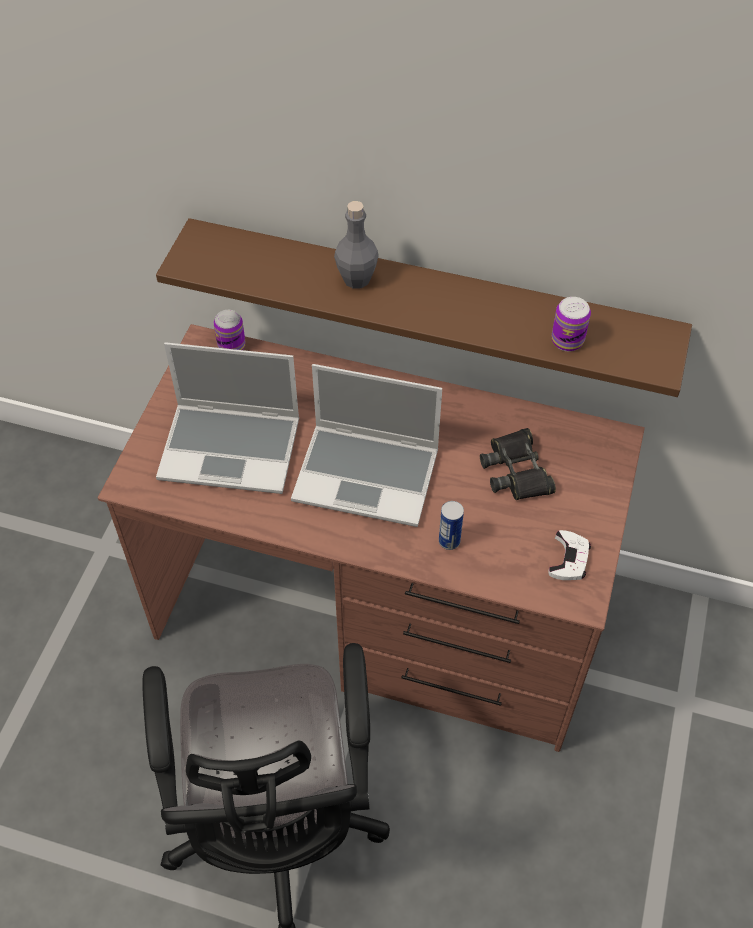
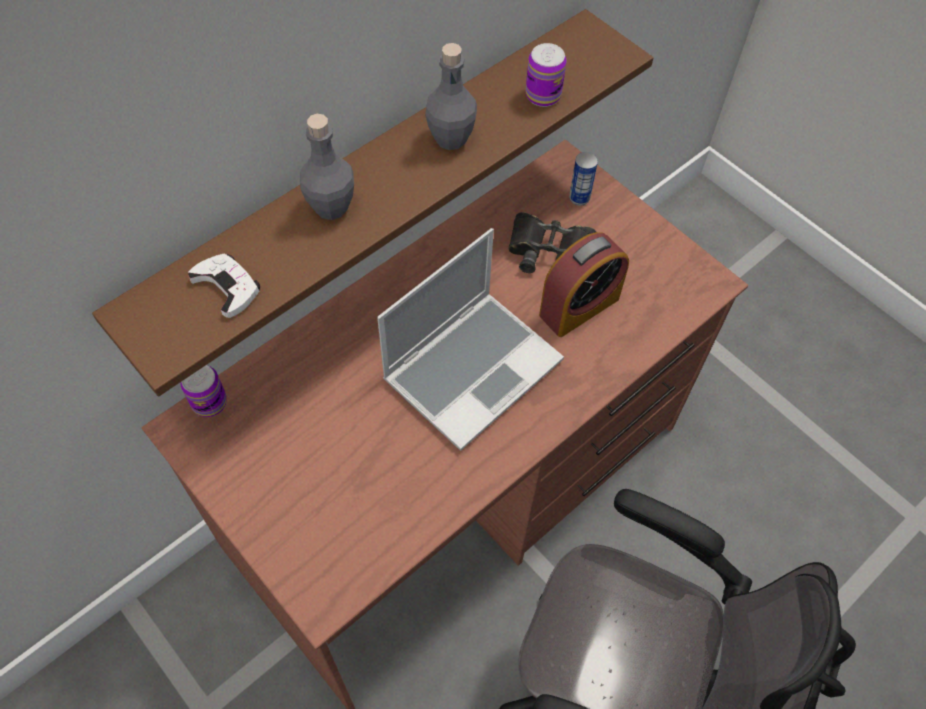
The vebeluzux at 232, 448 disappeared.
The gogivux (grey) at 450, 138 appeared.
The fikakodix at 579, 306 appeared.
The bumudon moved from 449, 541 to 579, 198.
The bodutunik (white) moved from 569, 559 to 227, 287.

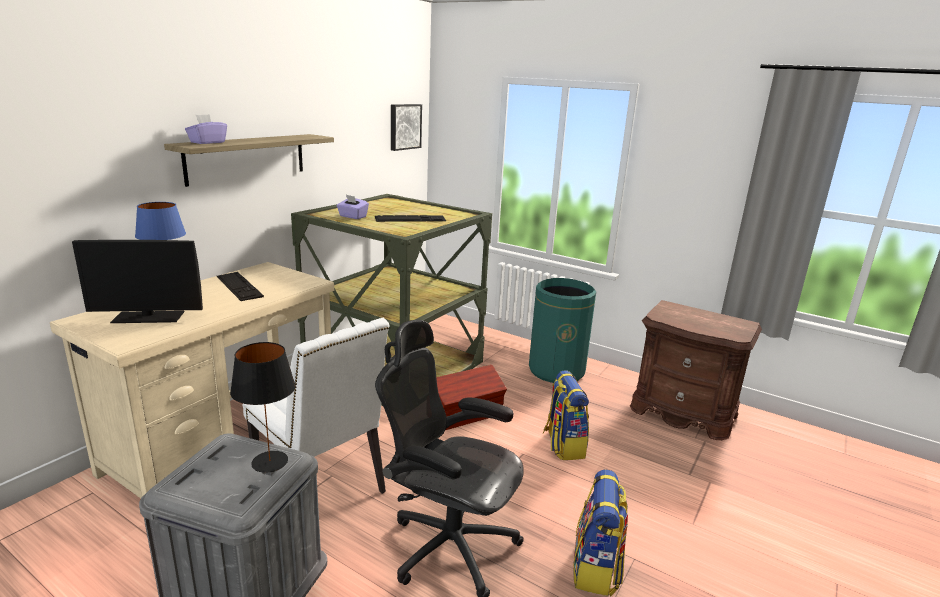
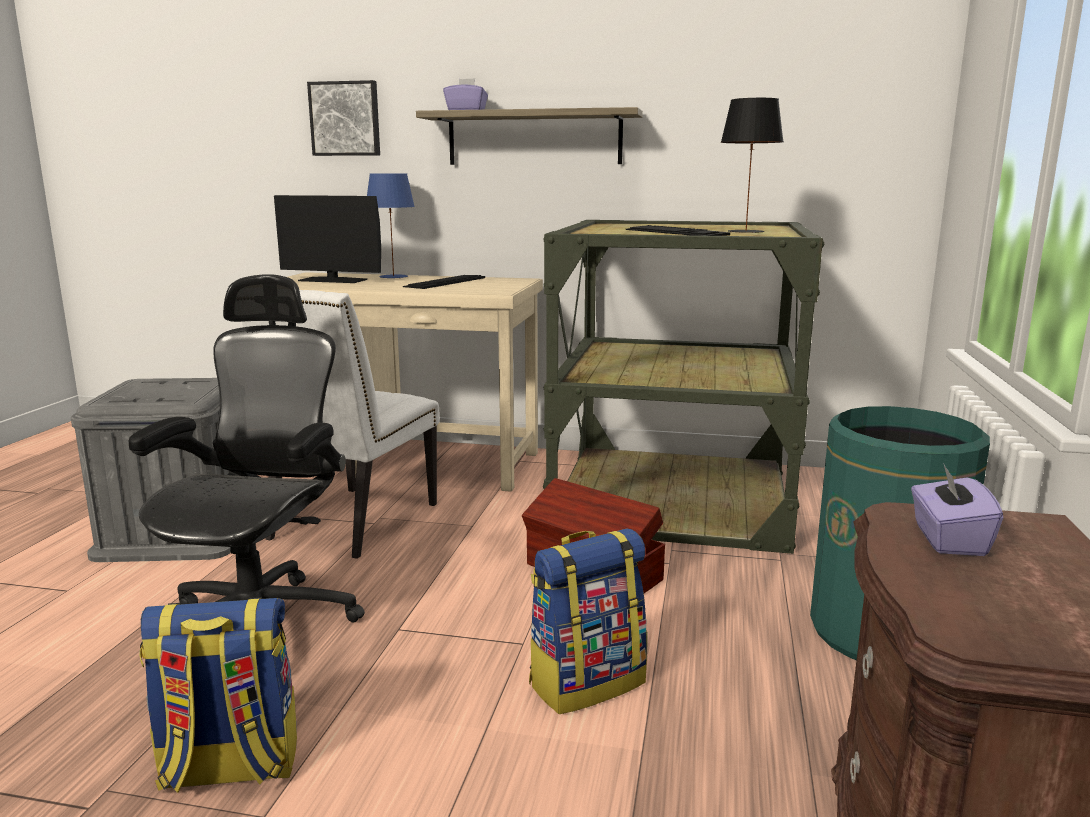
The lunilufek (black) moved from 270, 461 to 746, 231.
The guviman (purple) moved from 352, 216 to 948, 539.
The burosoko moved from 404, 126 to 345, 119.
The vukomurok at 148, 317 turned 45 degrees counterclockwise.

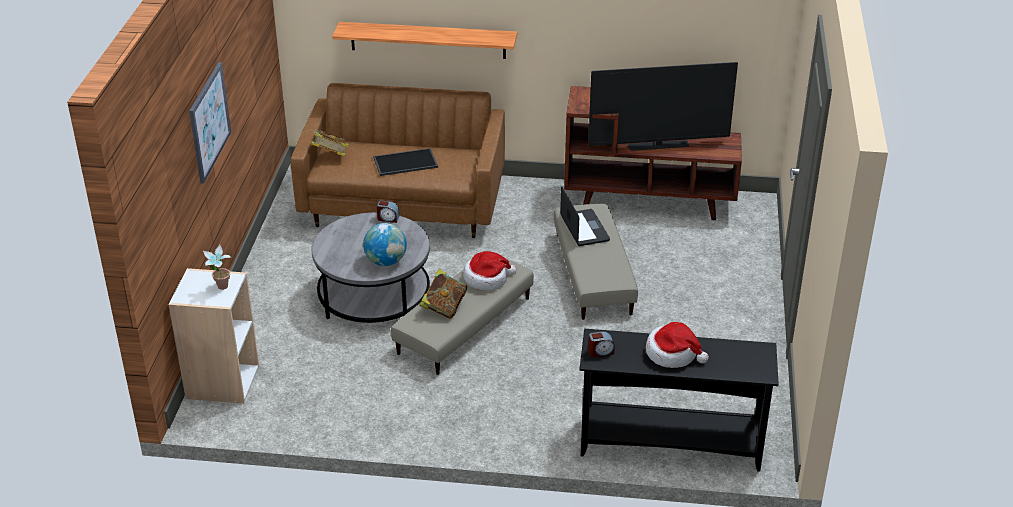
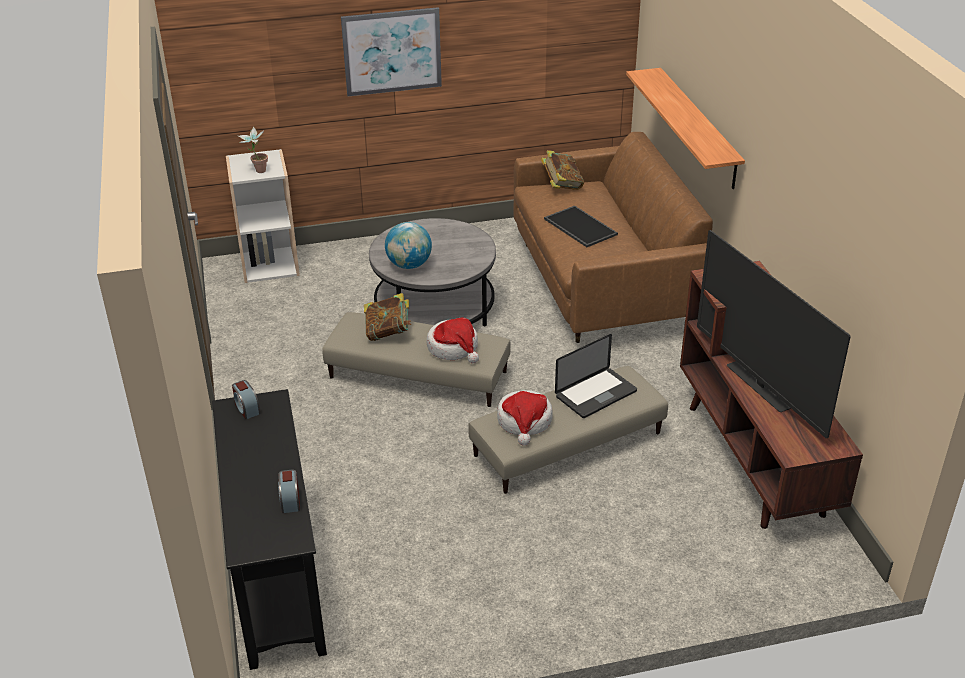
The fikakodix moved from 388, 218 to 290, 501.
The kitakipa moved from 673, 354 to 524, 422.

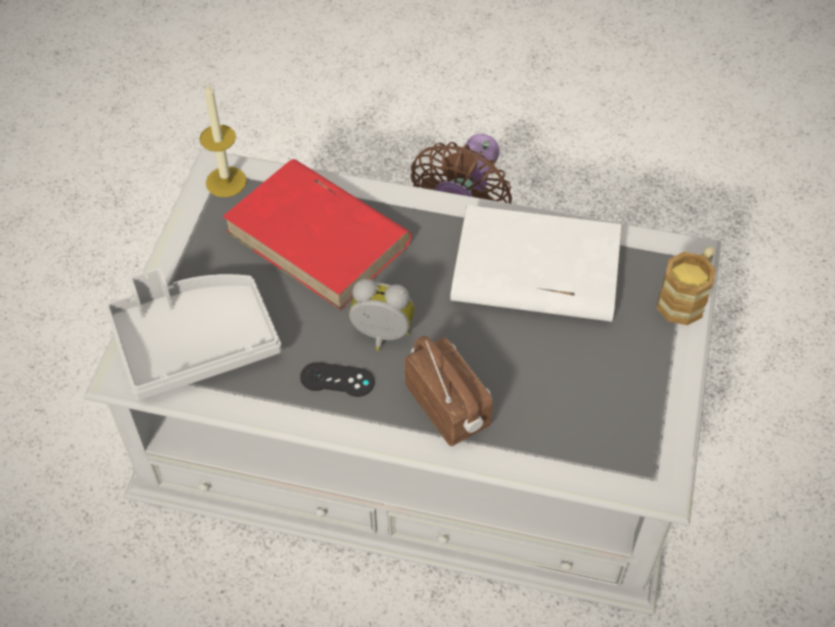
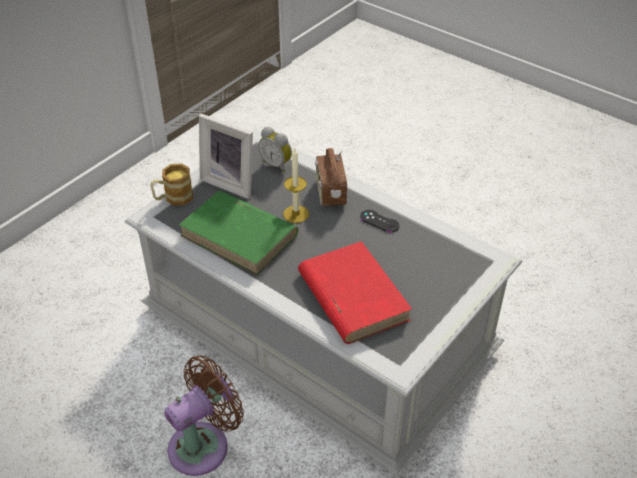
The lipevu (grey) at 195, 342 disappeared.
The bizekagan at 231, 182 appeared.
The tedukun moved from 226, 182 to 296, 214.
The fikakodix moved from 381, 337 to 277, 164.
The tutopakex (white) at 534, 271 became the tutopakex (green) at 240, 236.

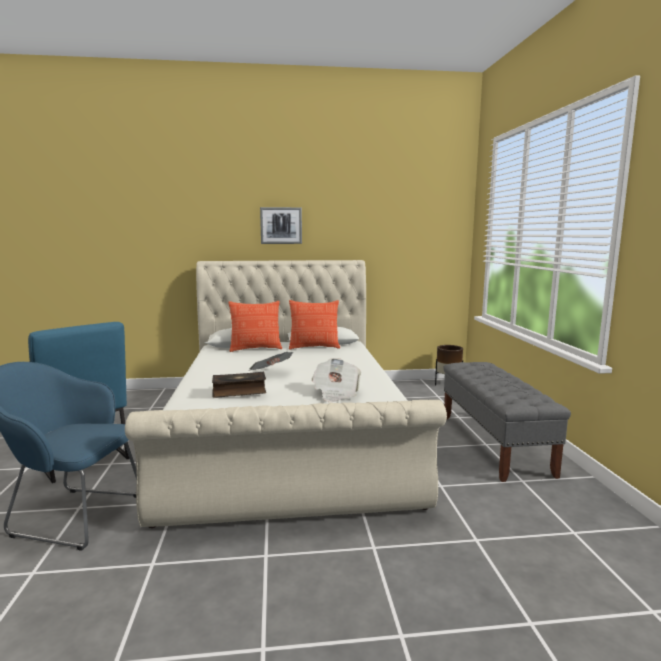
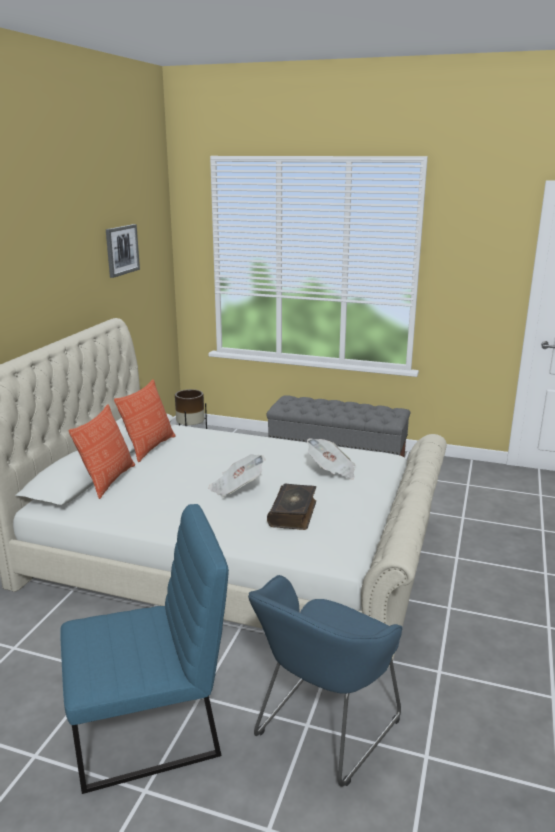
The burosoko moved from 281, 225 to 121, 250.

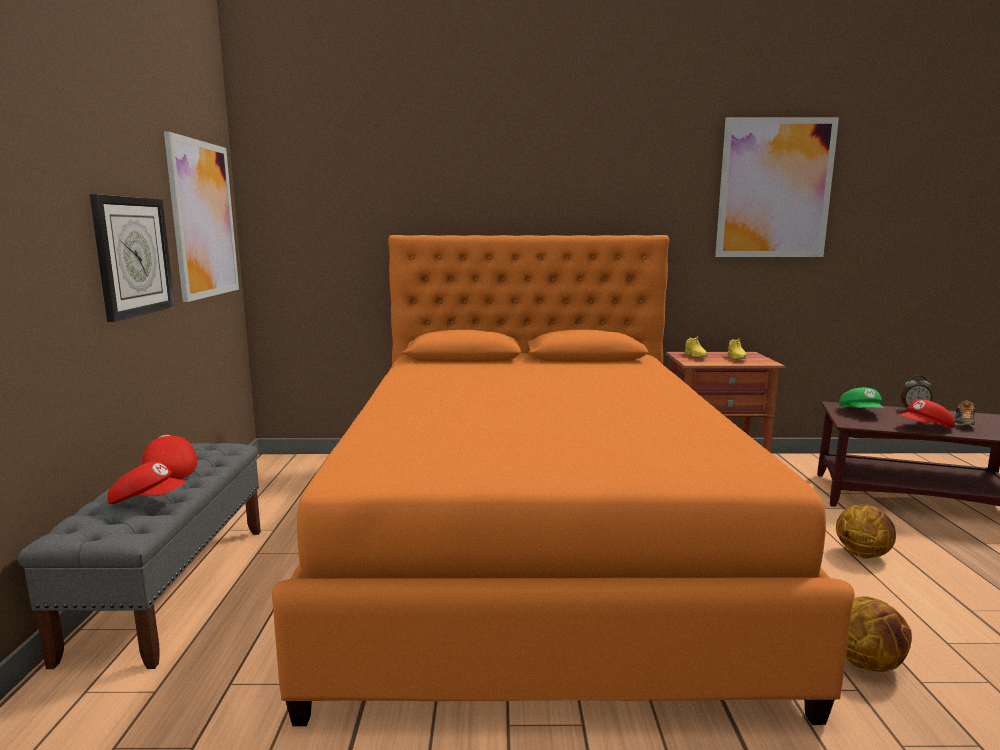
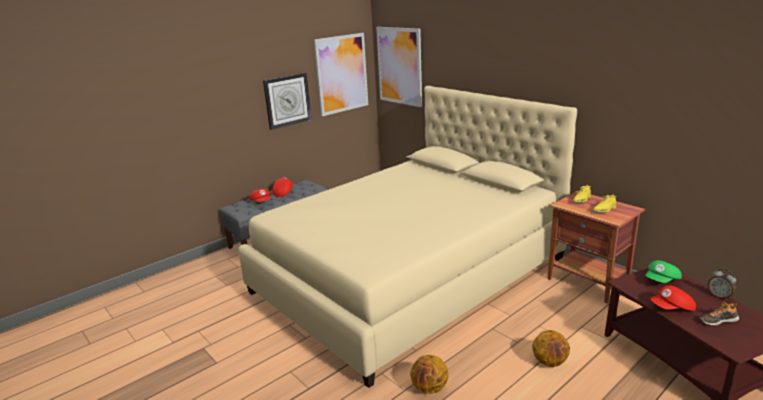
The burosoko moved from 774, 189 to 399, 66.
The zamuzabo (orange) at 537, 541 became the zamuzabo (beige) at 410, 275.
The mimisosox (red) at 925, 428 turned 45 degrees counterclockwise.

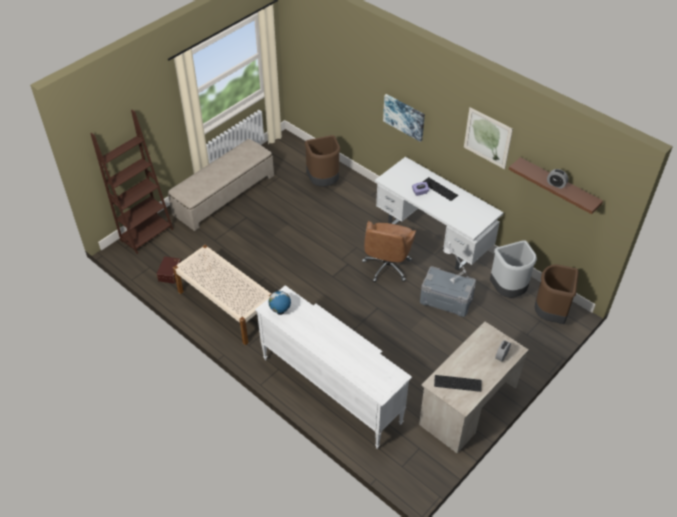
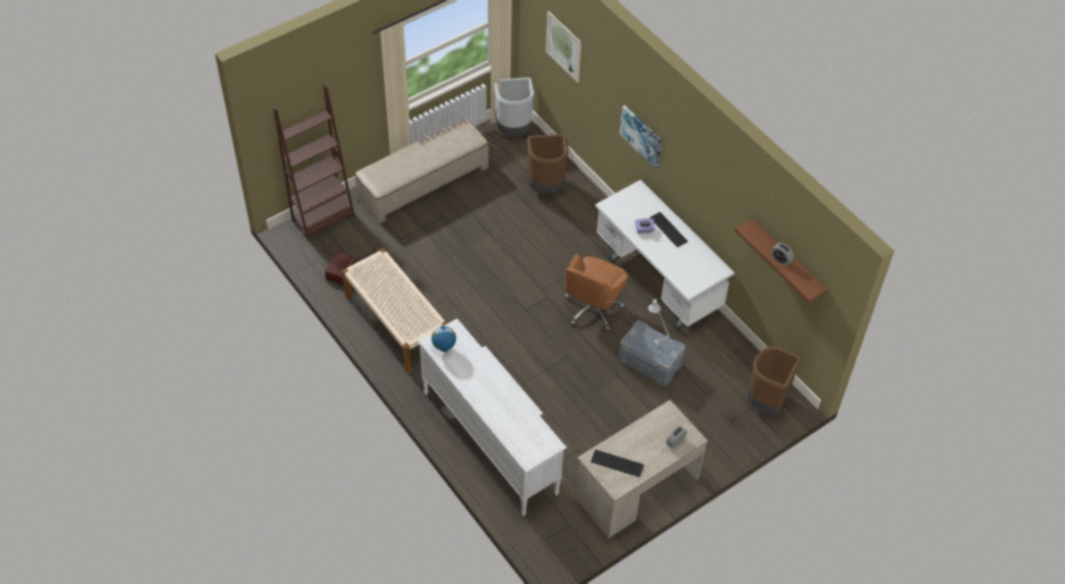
The burosoko moved from 487, 138 to 563, 46.
The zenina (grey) moved from 508, 291 to 513, 130.

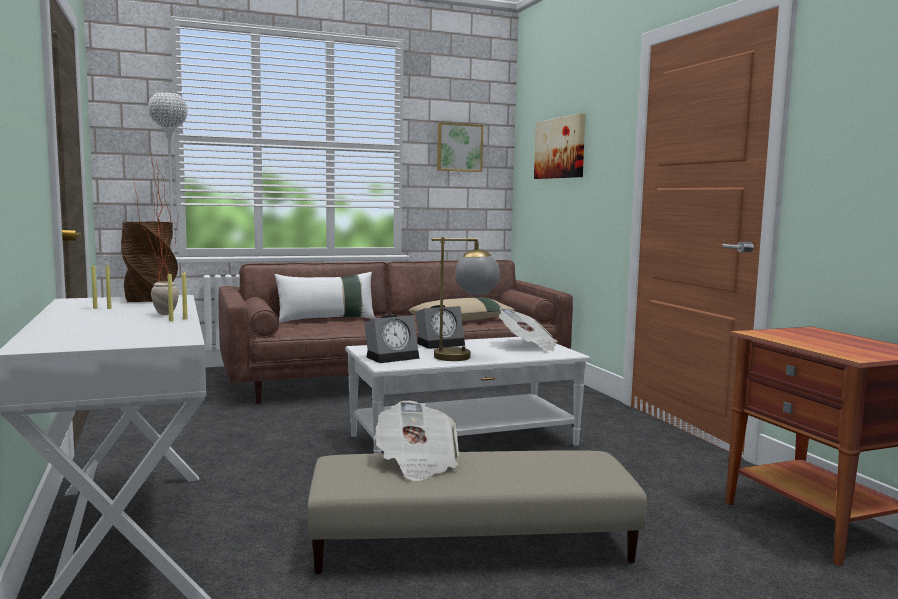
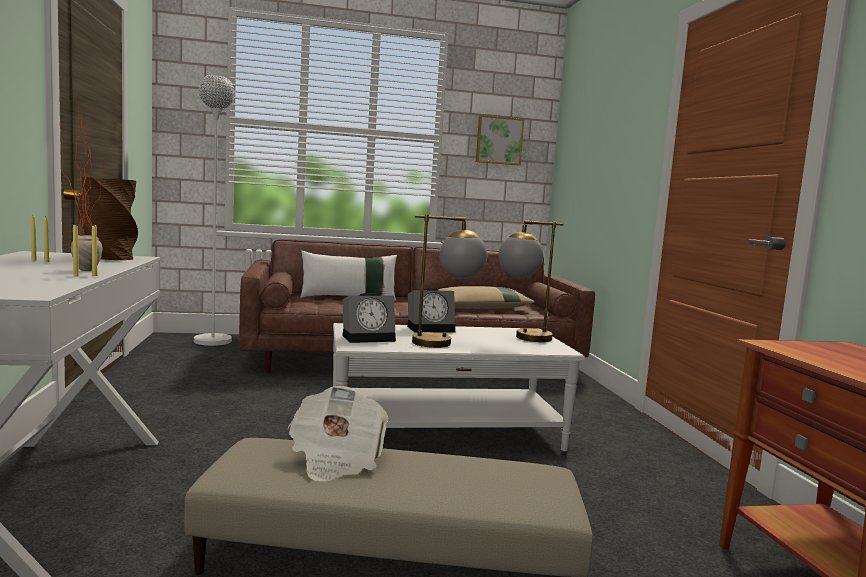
The burosoko at 560, 148 disappeared.
The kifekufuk at 528, 346 was replaced by the lunilufek at 522, 338.

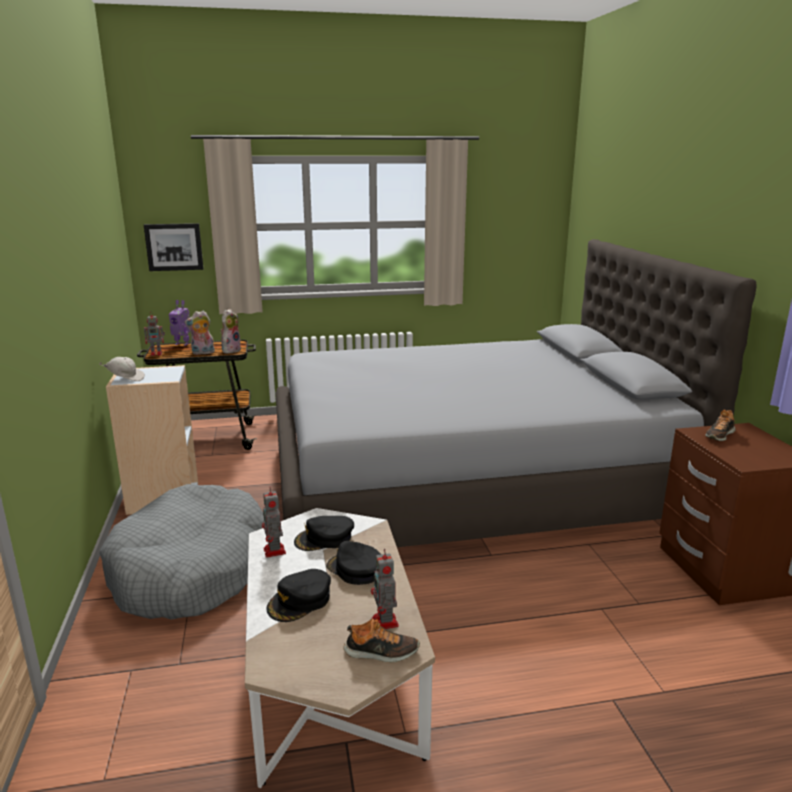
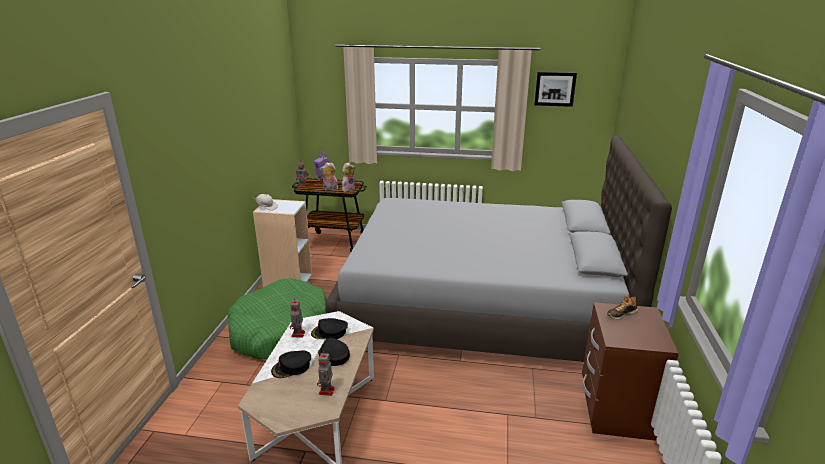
The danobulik at 381, 652 disappeared.
The burosoko moved from 174, 247 to 555, 89.
The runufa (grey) at 191, 570 became the runufa (green) at 279, 330.

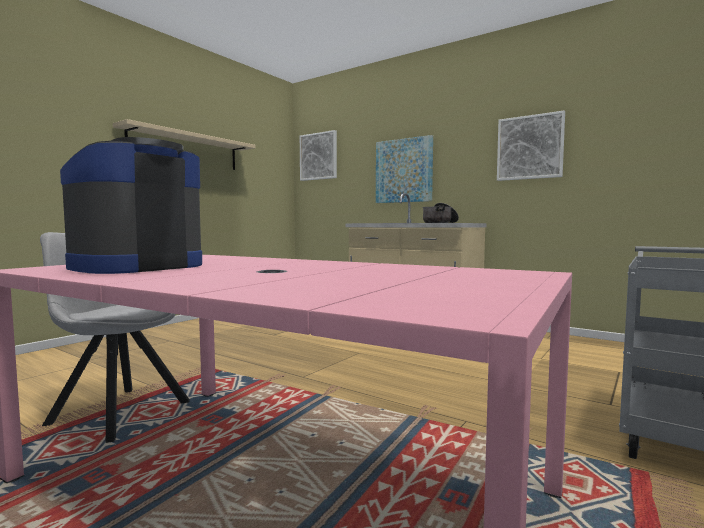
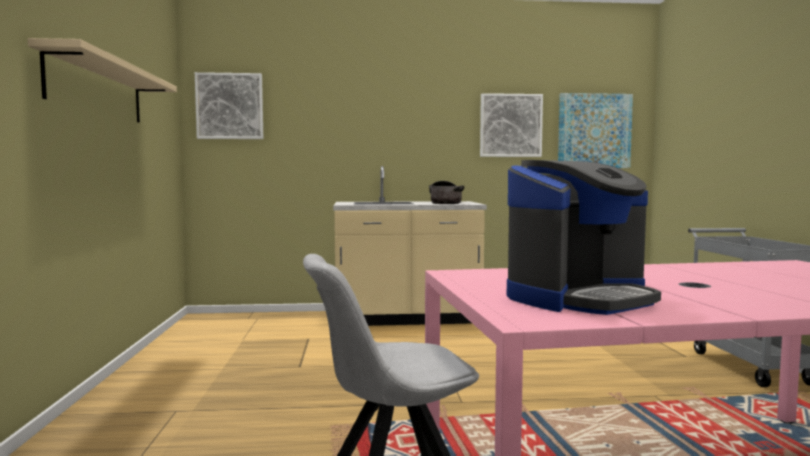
The burosoko moved from 404, 171 to 594, 131.
The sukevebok at 137, 267 turned 120 degrees counterclockwise.

